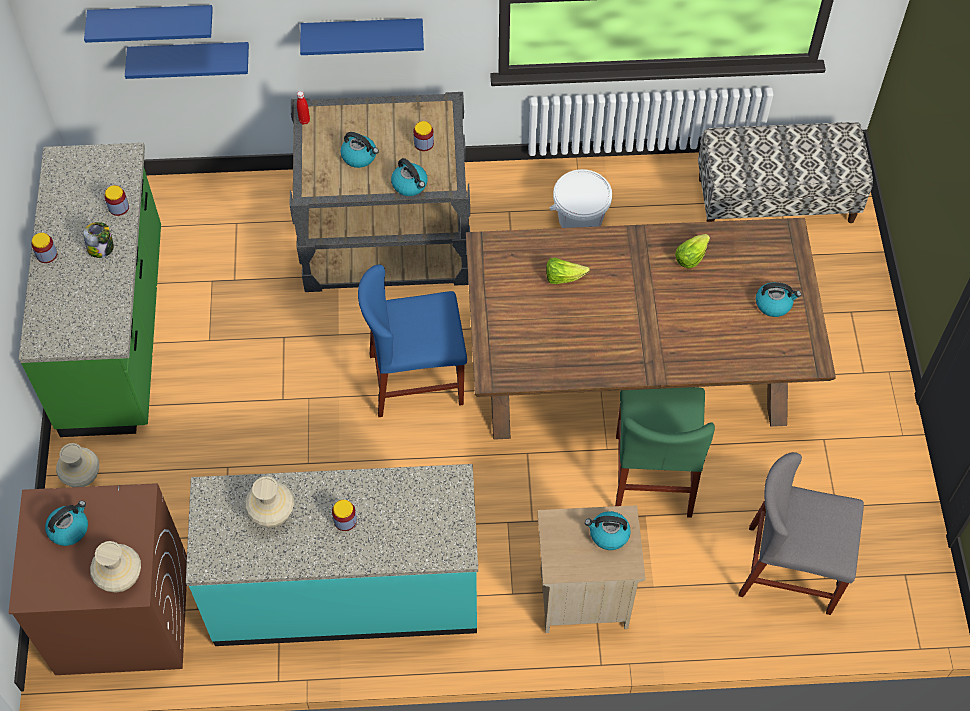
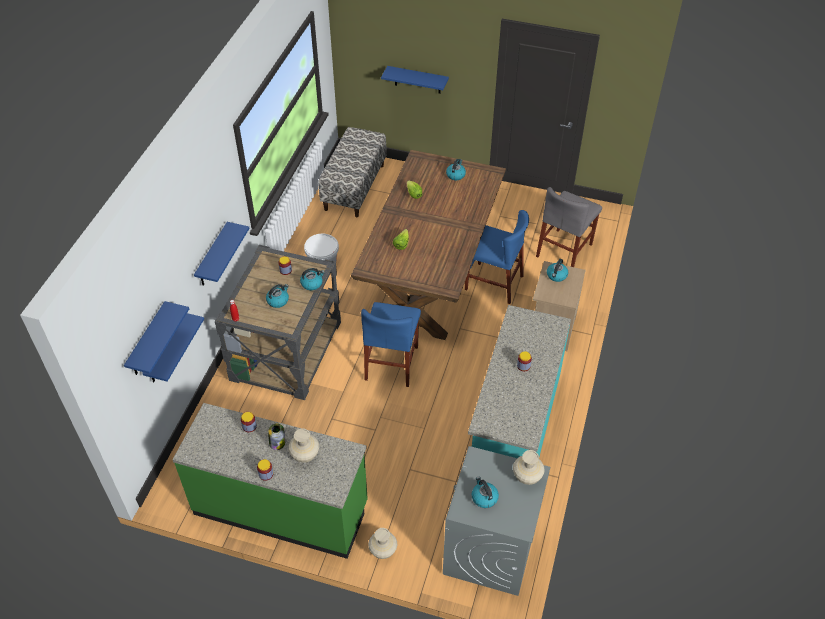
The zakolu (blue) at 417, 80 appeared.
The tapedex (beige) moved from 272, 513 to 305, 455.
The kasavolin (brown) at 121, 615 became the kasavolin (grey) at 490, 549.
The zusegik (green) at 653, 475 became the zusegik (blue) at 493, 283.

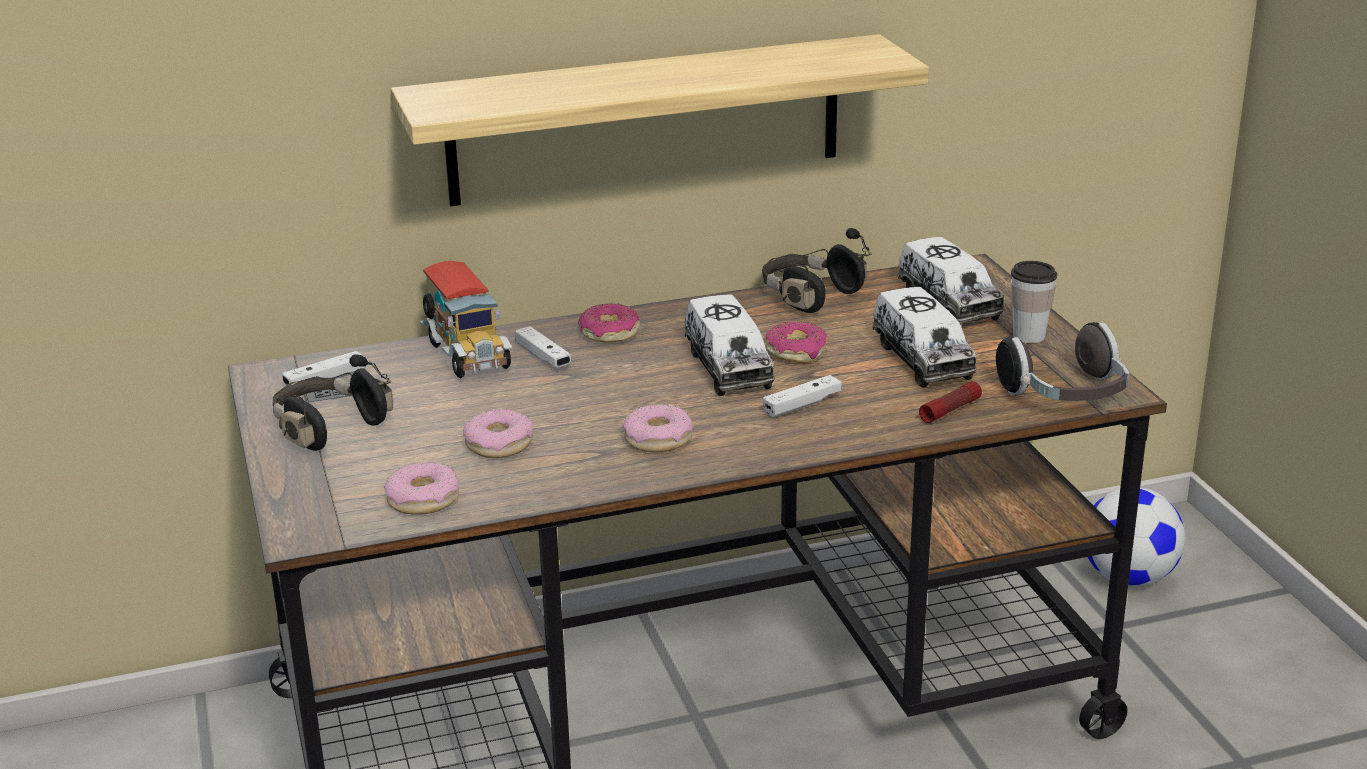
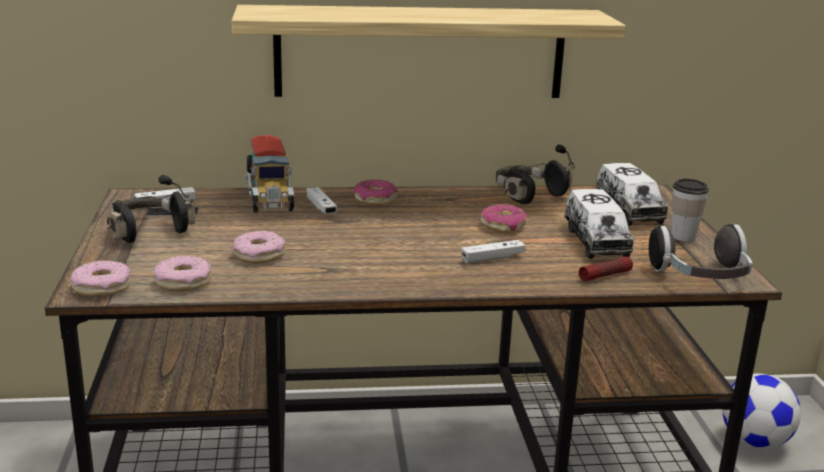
The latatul at 728, 367 disappeared.
The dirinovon moved from 658, 439 to 102, 287.

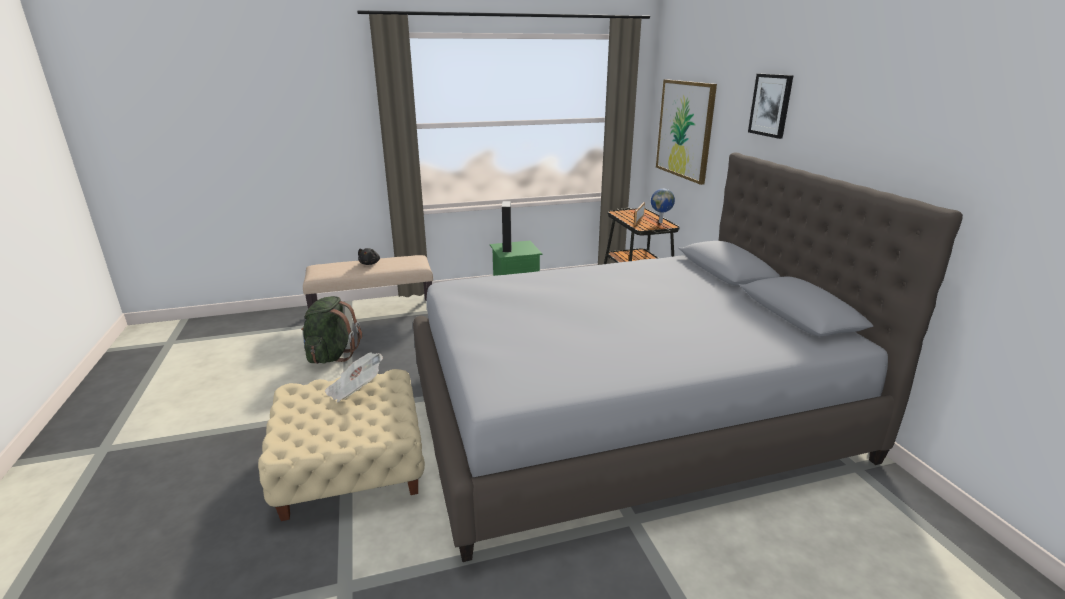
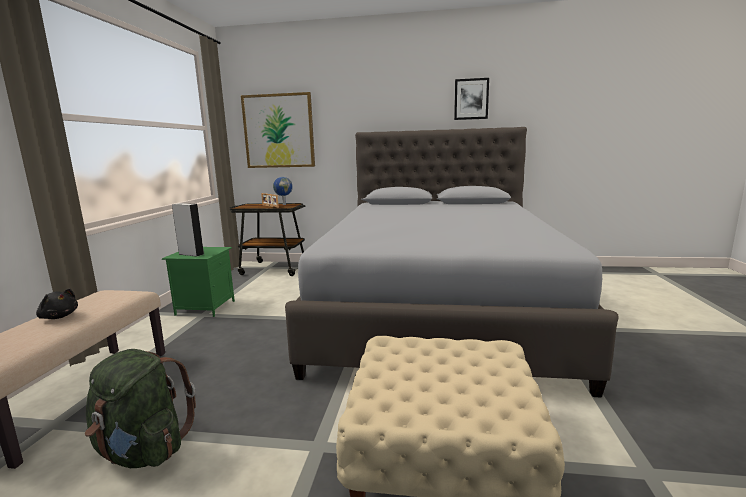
The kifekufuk at 355, 390 disappeared.
The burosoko moved from 771, 105 to 471, 99.

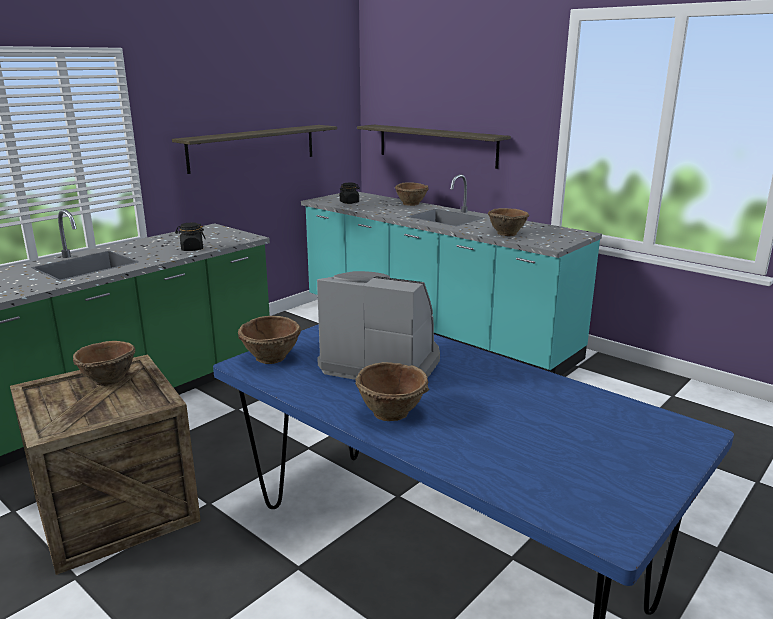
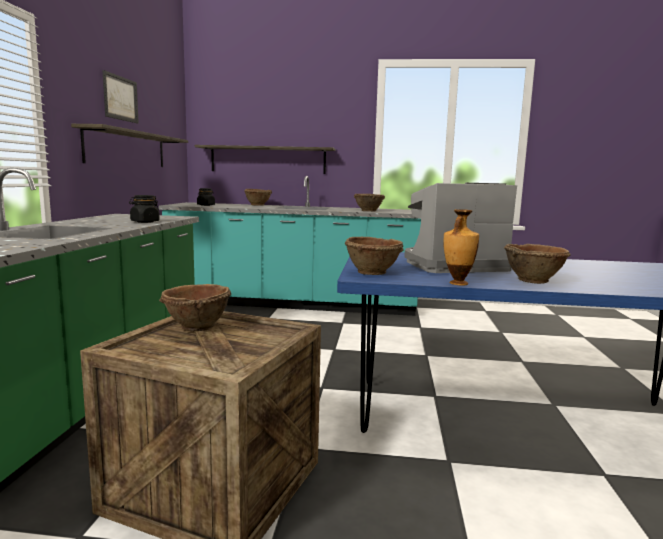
The burosoko at 120, 98 appeared.
The tapedex at 457, 283 appeared.

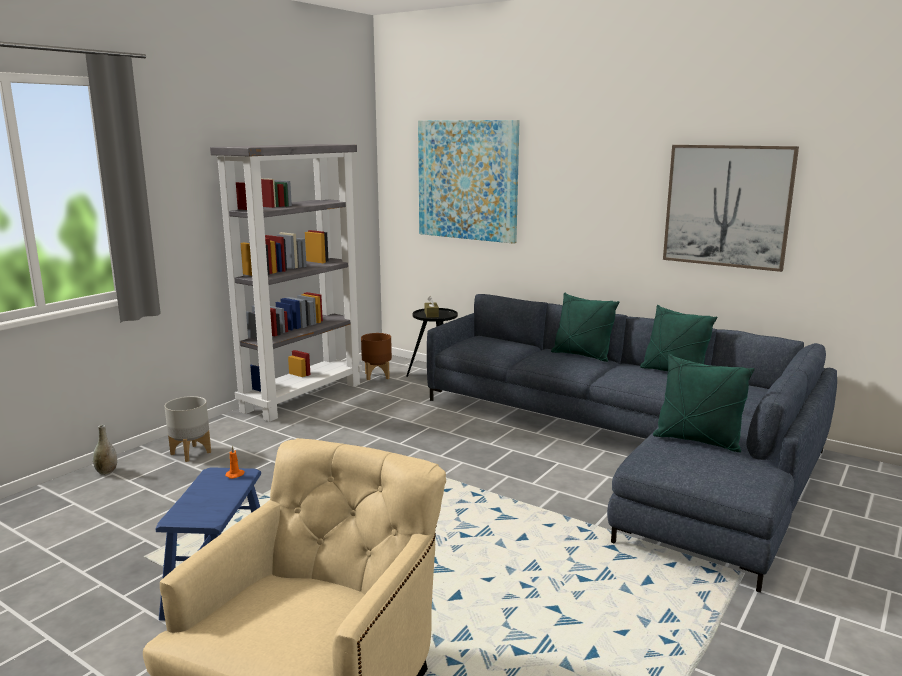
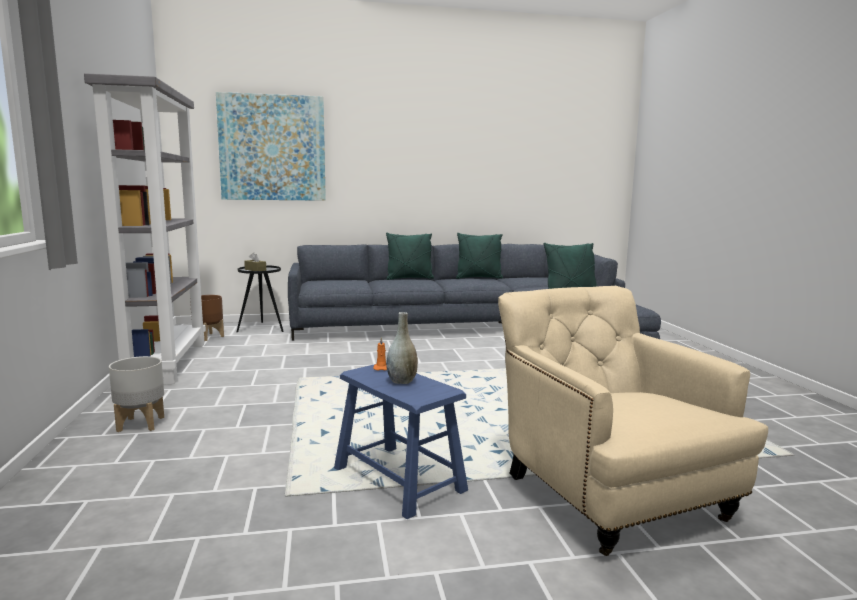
The burosoko at 727, 206 disappeared.
The tapedex (grey) moved from 106, 471 to 402, 381.

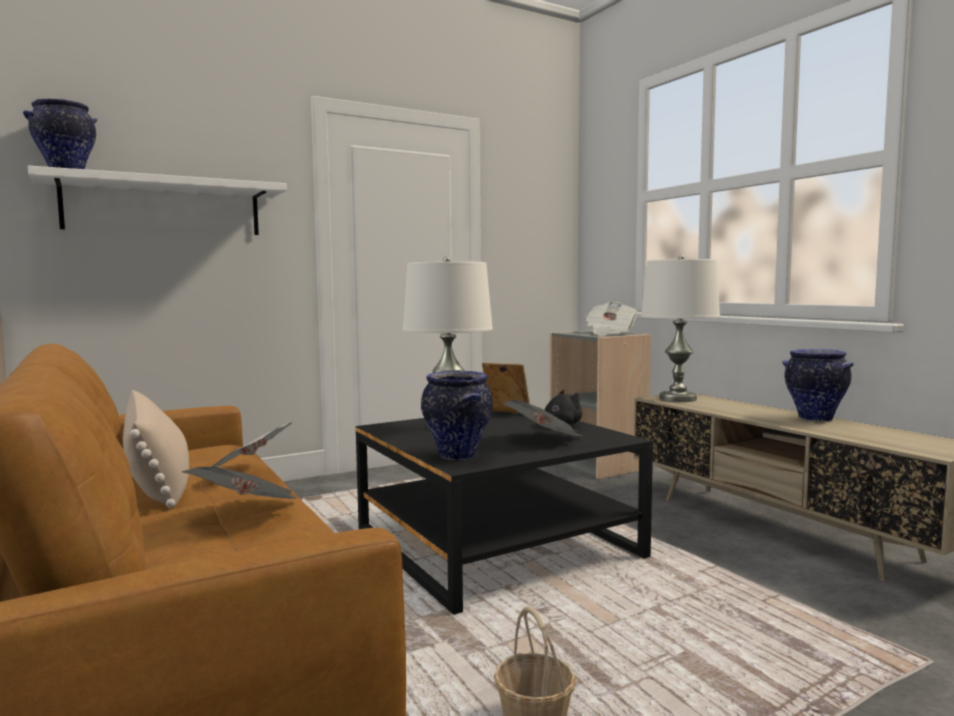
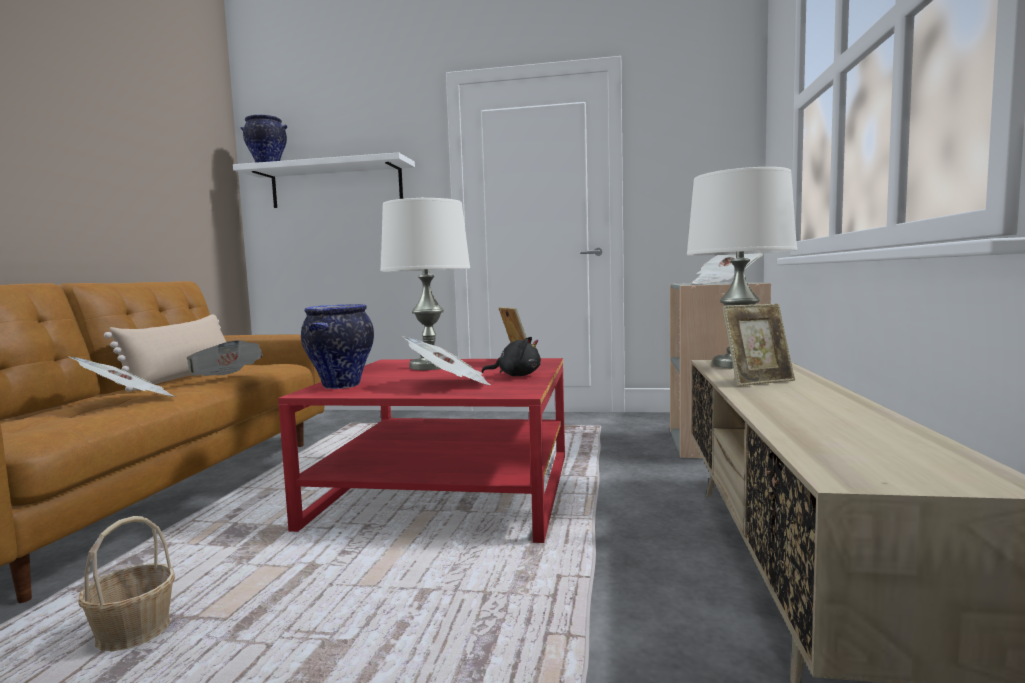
The tapedex at 814, 418 disappeared.
The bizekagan at 758, 381 appeared.
The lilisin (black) at 496, 543 became the lilisin (red) at 448, 489.

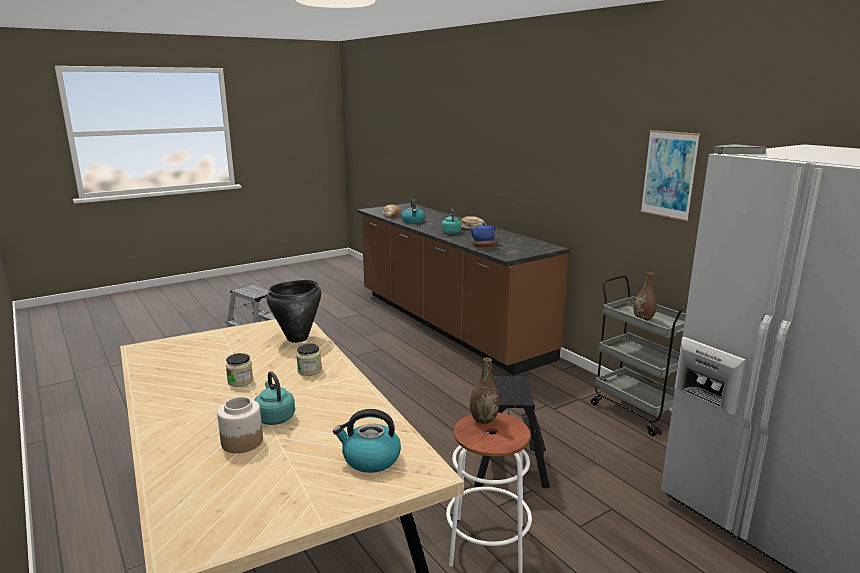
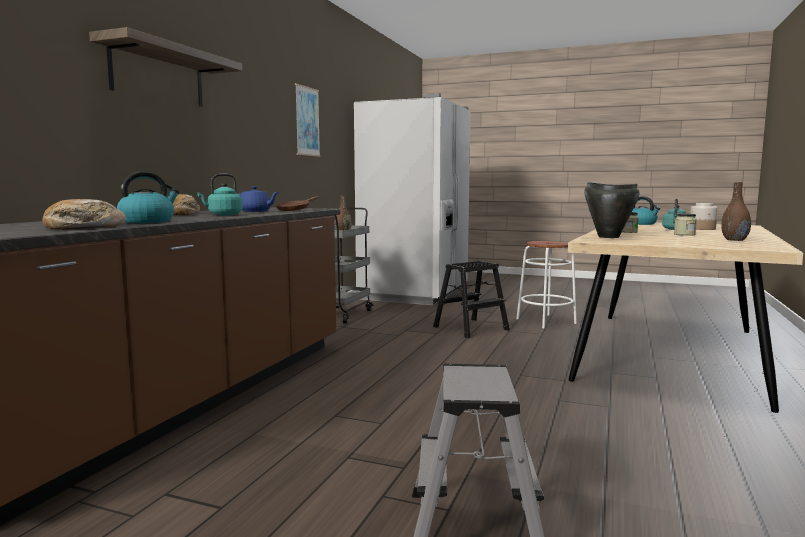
The zakolu at 158, 75 appeared.
The tapedex (brown) moved from 484, 419 to 734, 240.

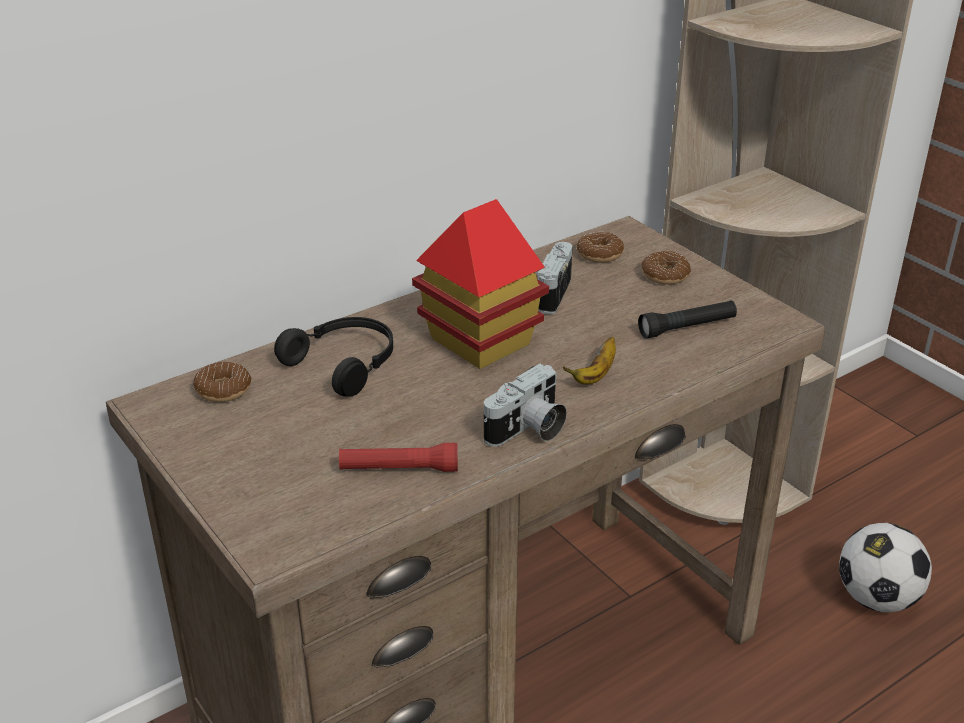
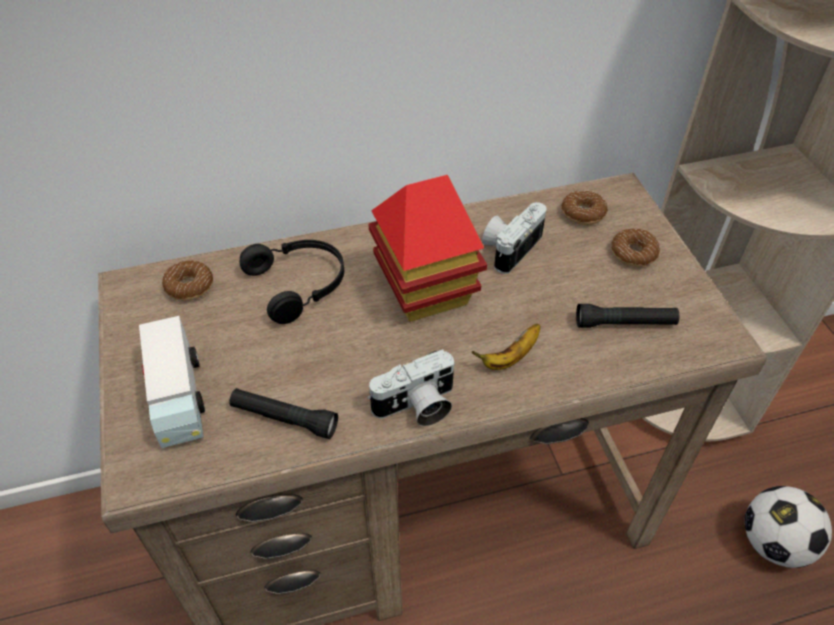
The latatul at 178, 398 appeared.
The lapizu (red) at 399, 469 became the lapizu (black) at 284, 418.

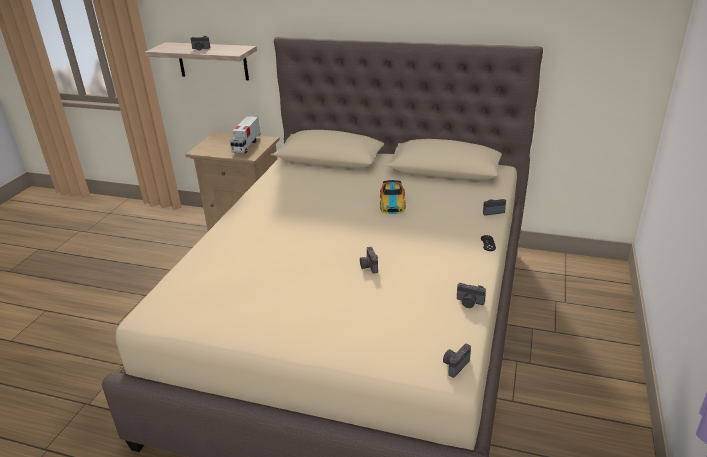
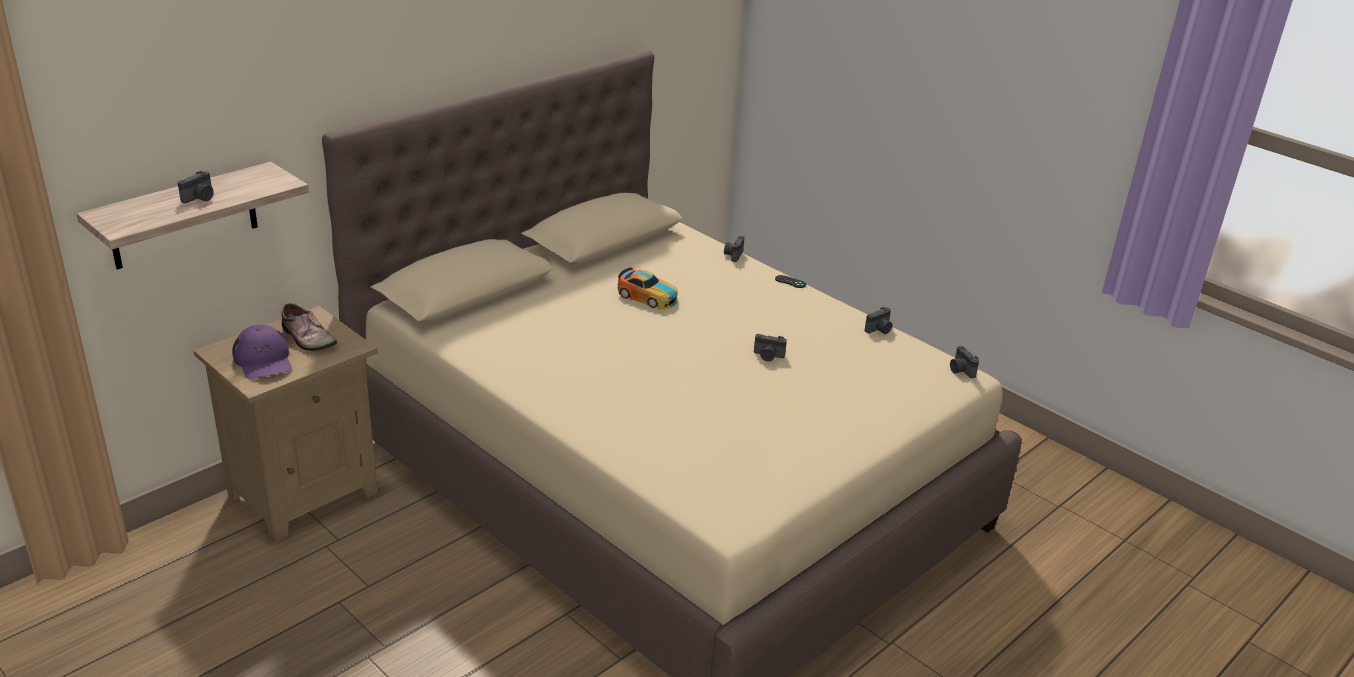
The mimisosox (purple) at 263, 360 appeared.
The latatul at 246, 145 was replaced by the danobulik at 306, 338.

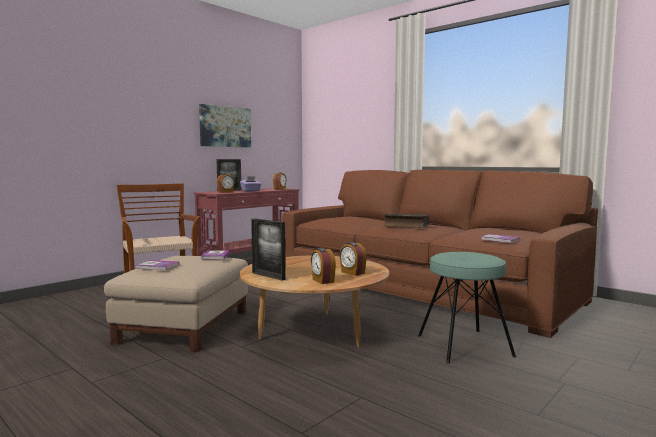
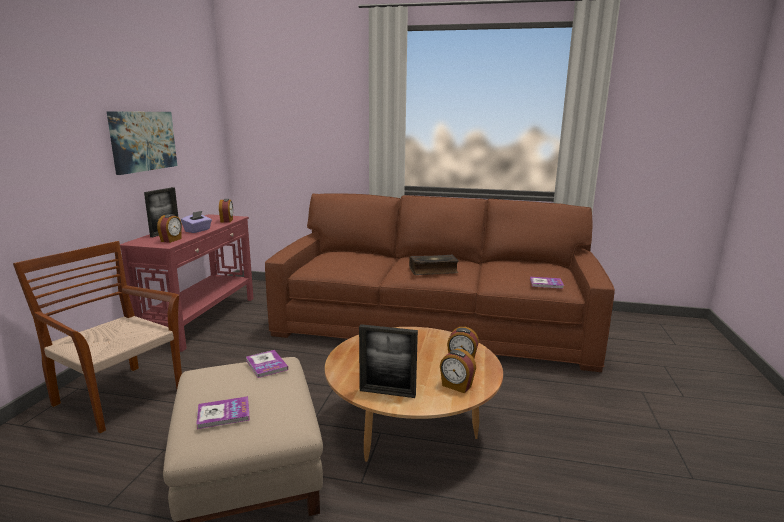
The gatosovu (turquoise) at 464, 345 disappeared.

